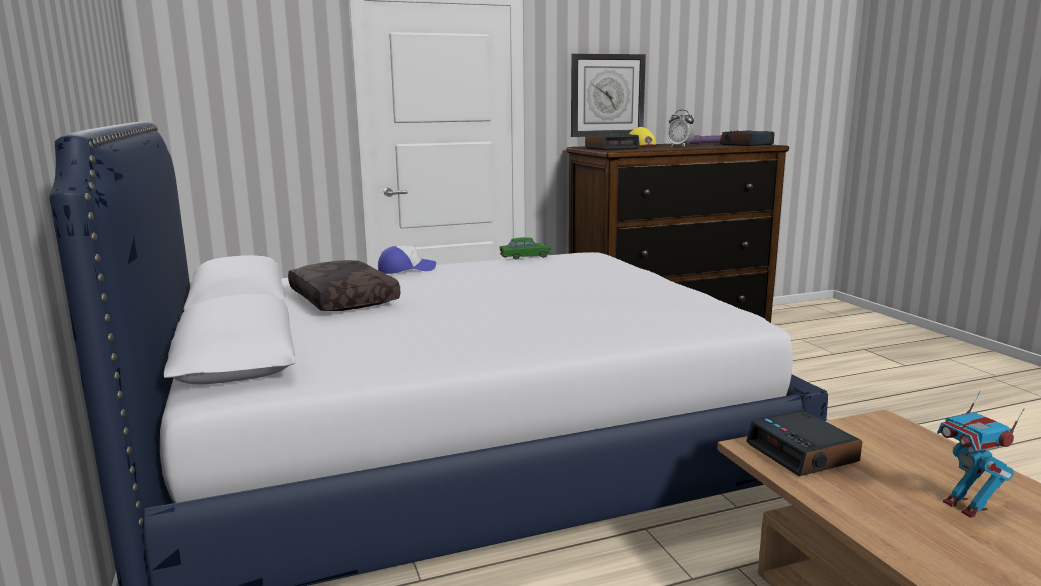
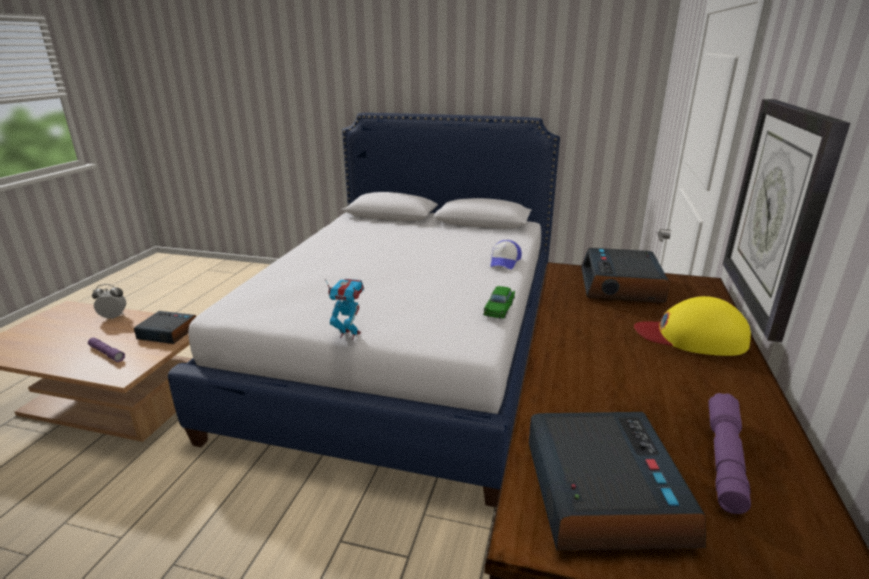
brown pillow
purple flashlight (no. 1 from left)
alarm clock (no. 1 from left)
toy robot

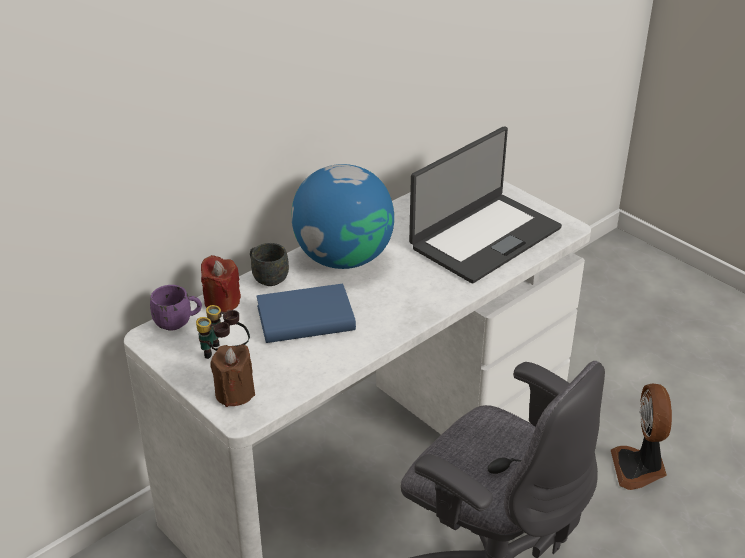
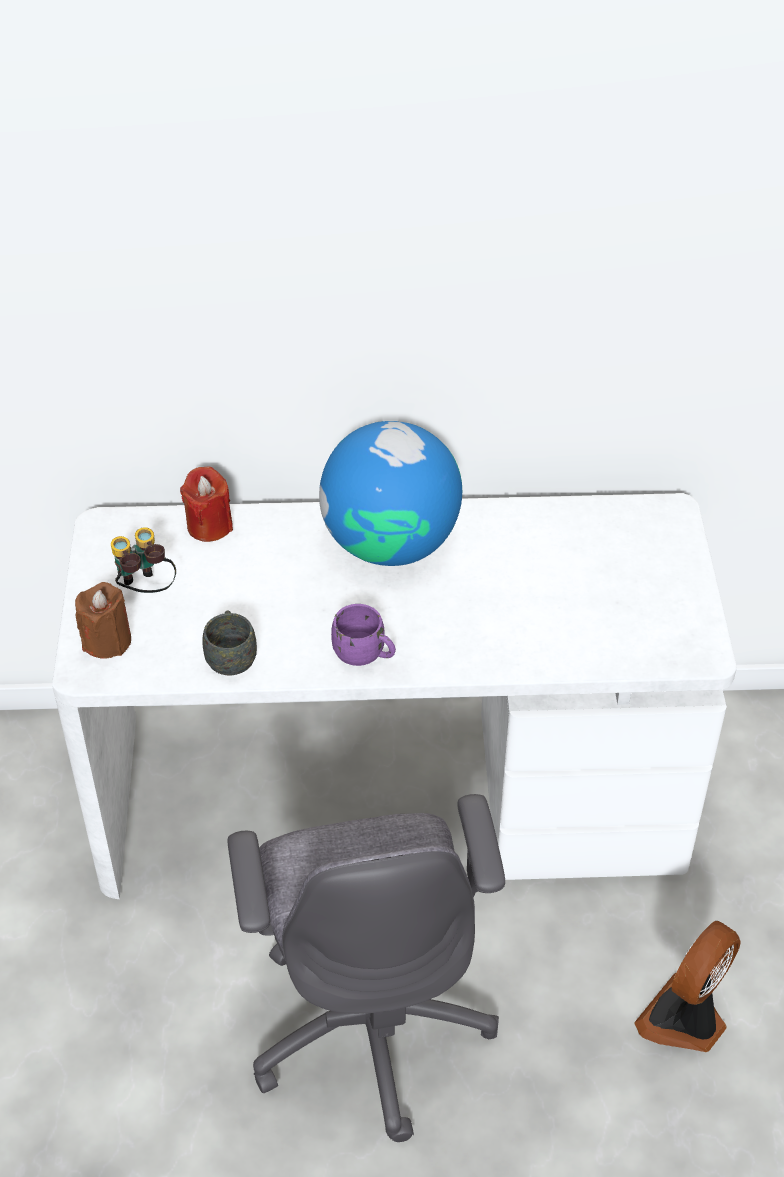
blue book
laptop
purple mug
grey mug

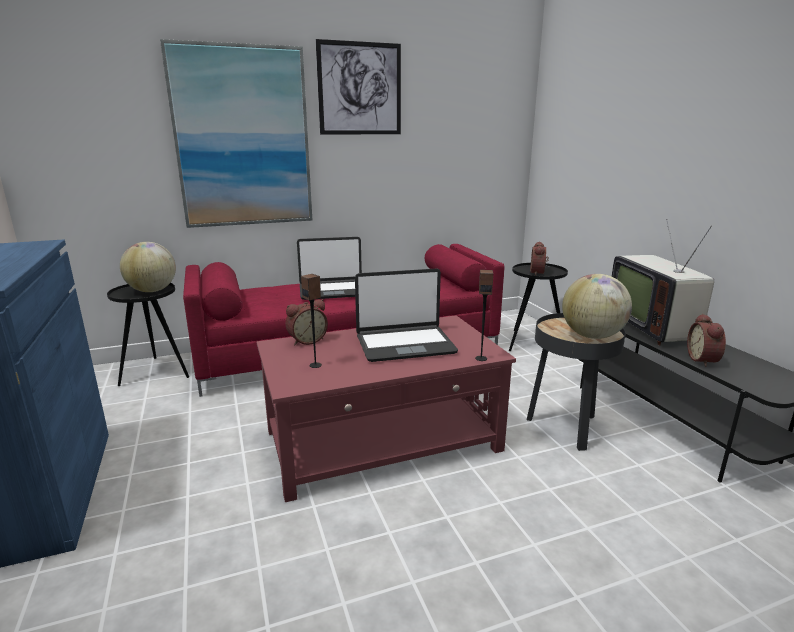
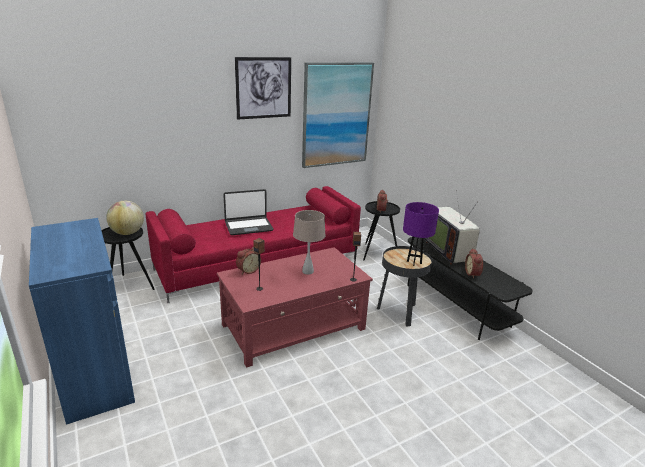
picture (no. 2 from left)
beige table lamp
purple table lamp

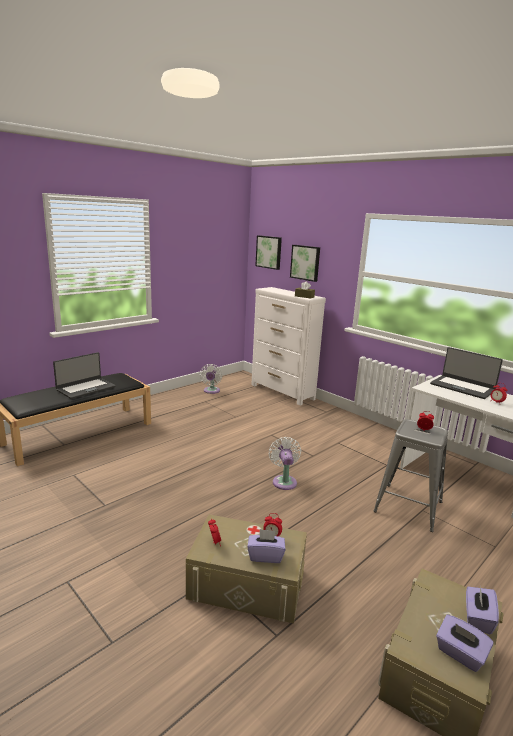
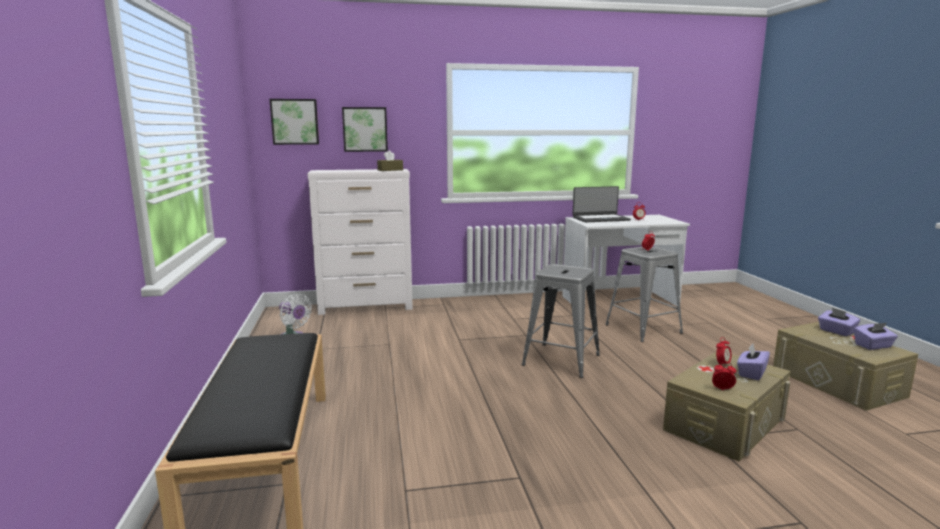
laptop (no. 1 from left in the first image)
grey stool (no. 1 from left)

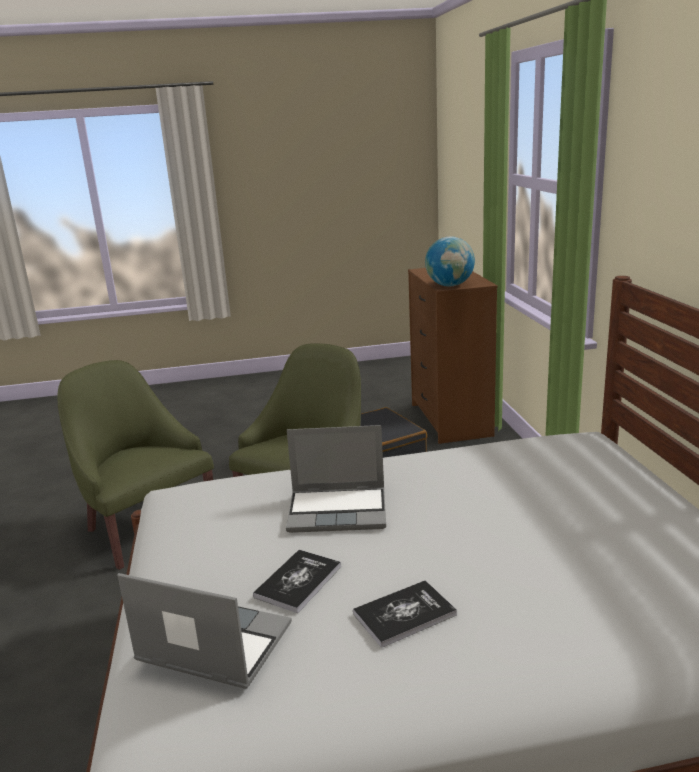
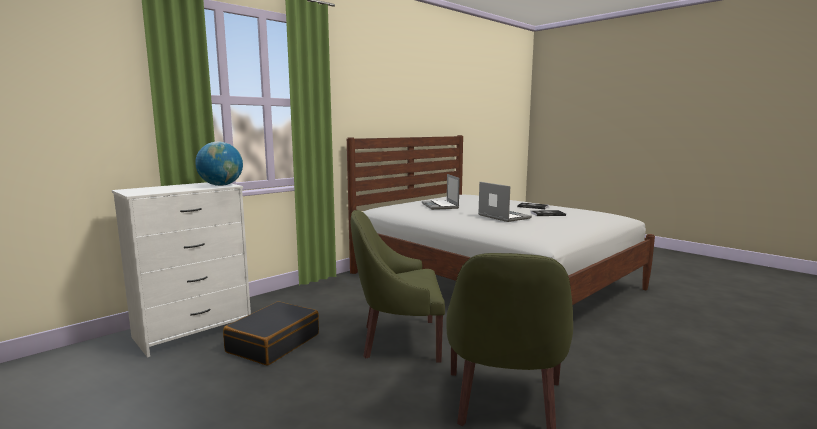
laptop (no. 1 from left)
white dresser

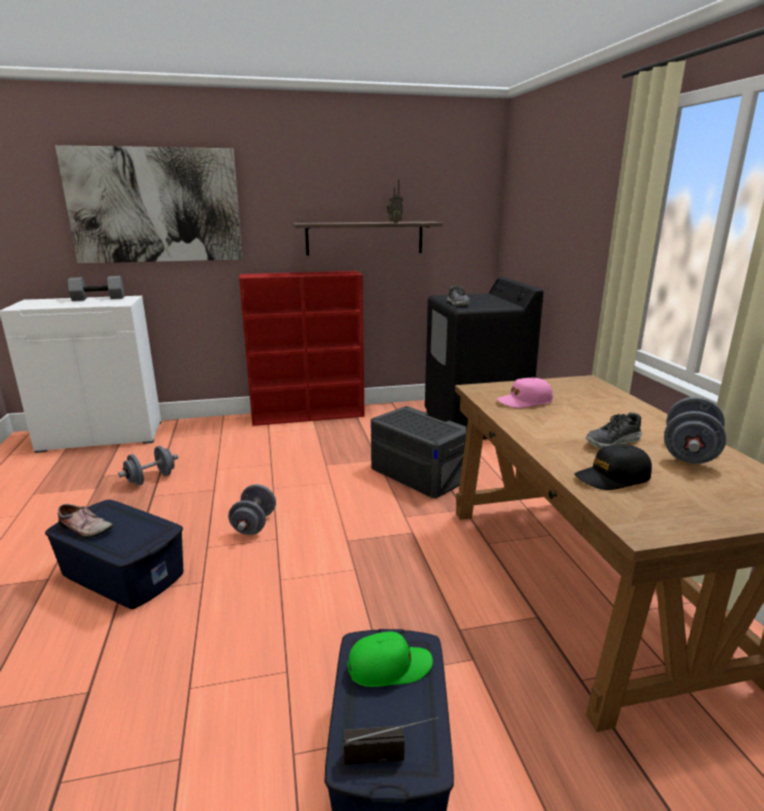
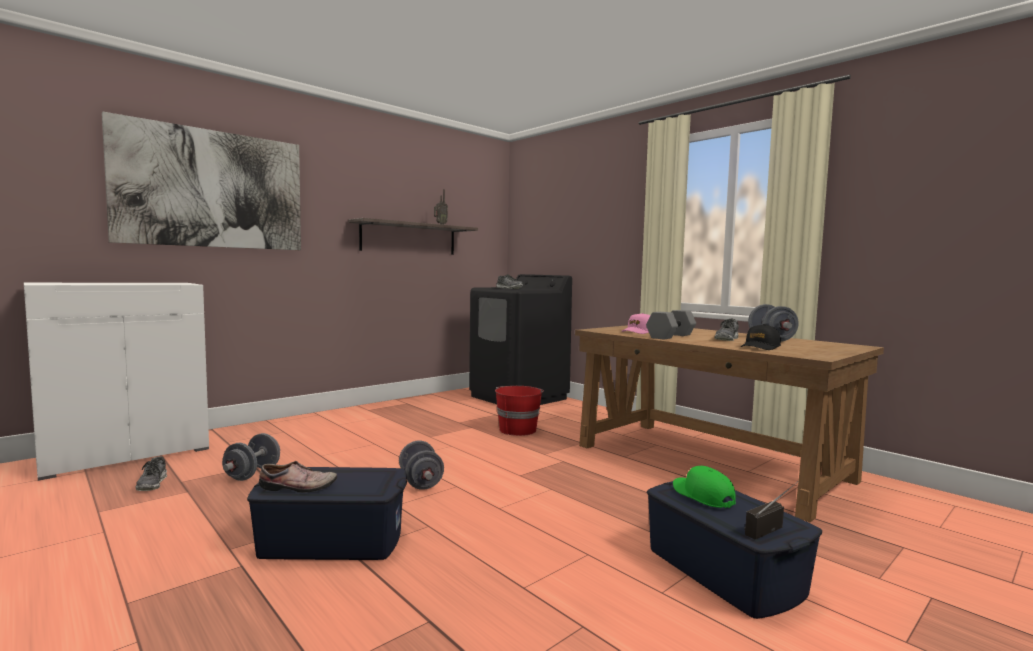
red bookcase
shoe (no. 1 from left)
grey dumbbell (no. 3 from left)
red bucket
green cap

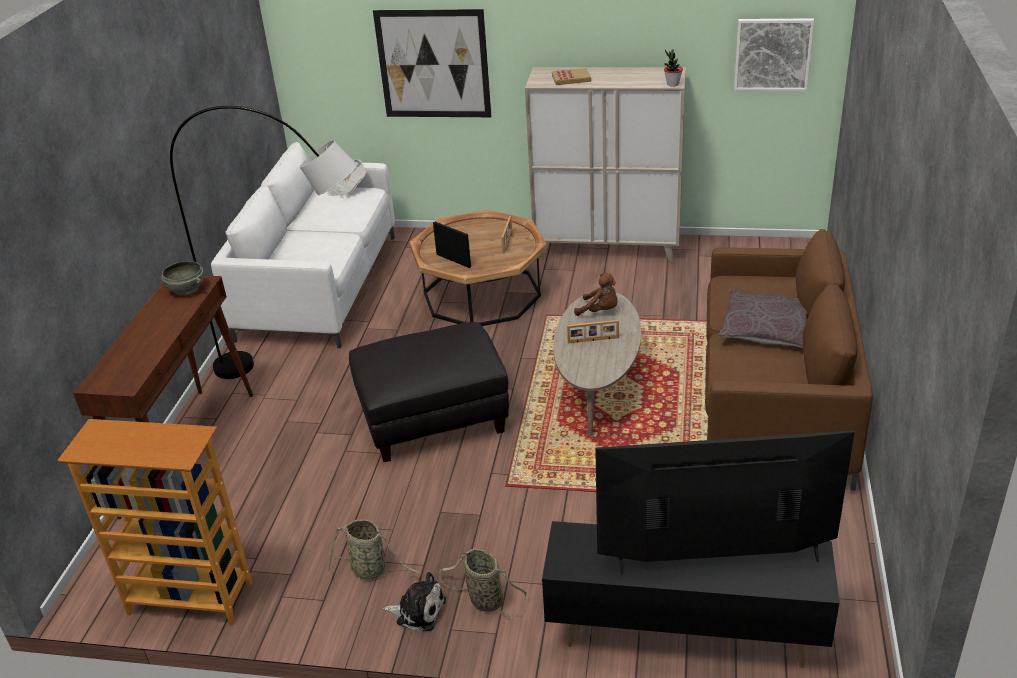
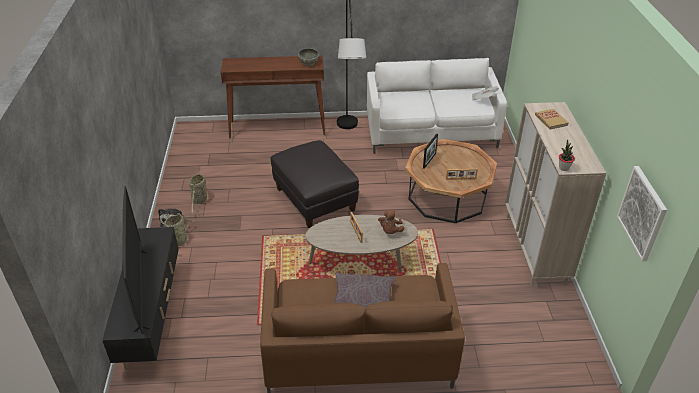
bookcase
picture (no. 1 from left in the first image)

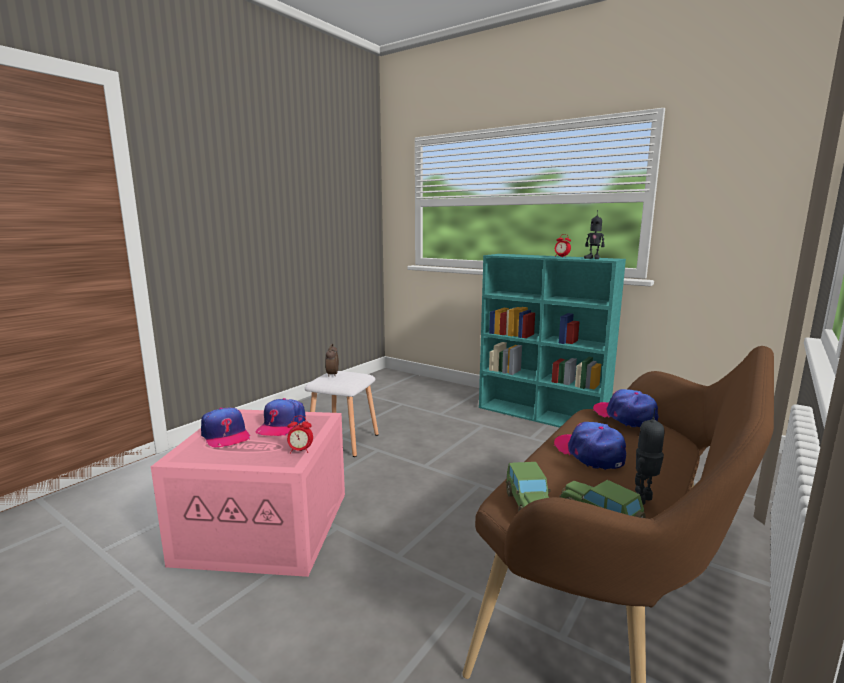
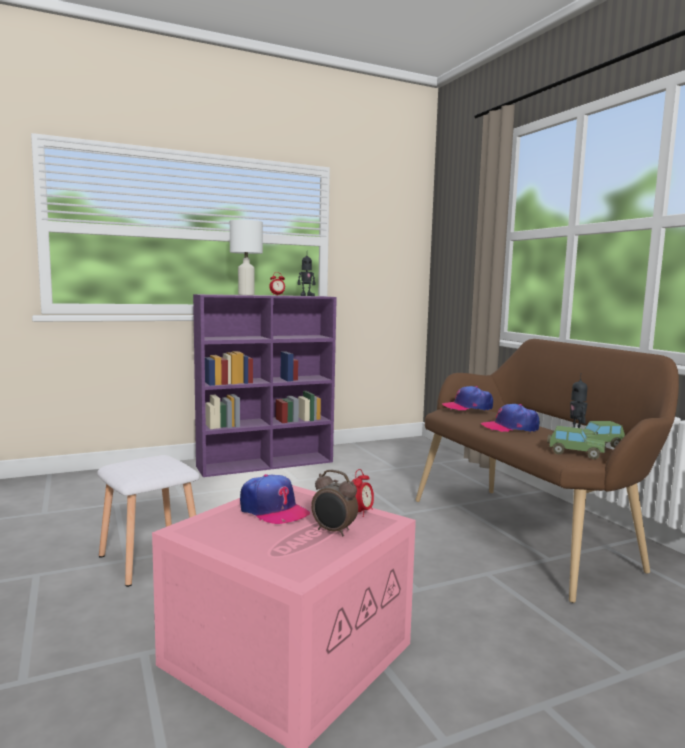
cap (no. 1 from left in the first image)
white table lamp
alarm clock (no. 2 from left)
purple bookcase

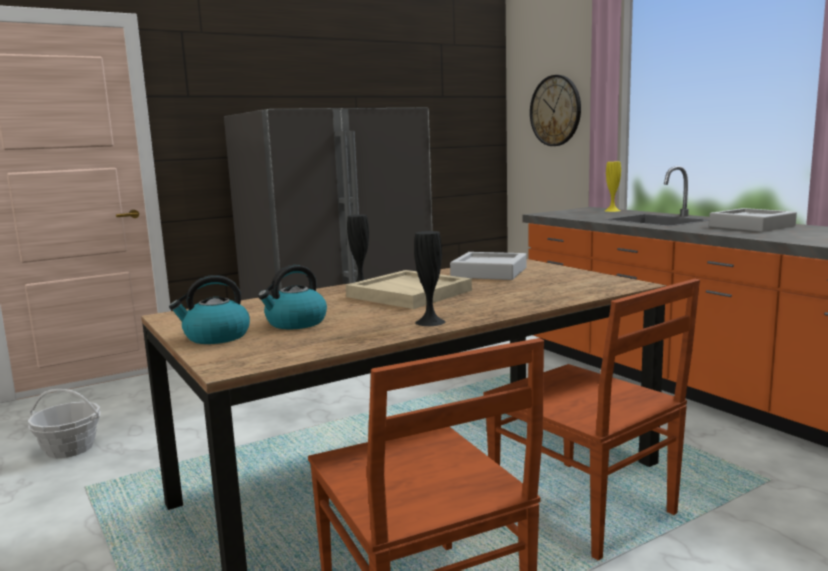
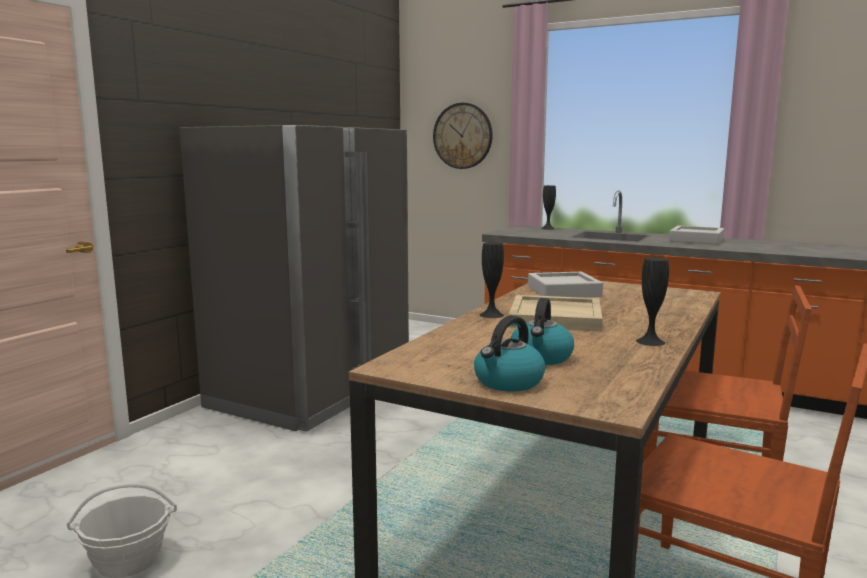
black vase (no. 2 from left)

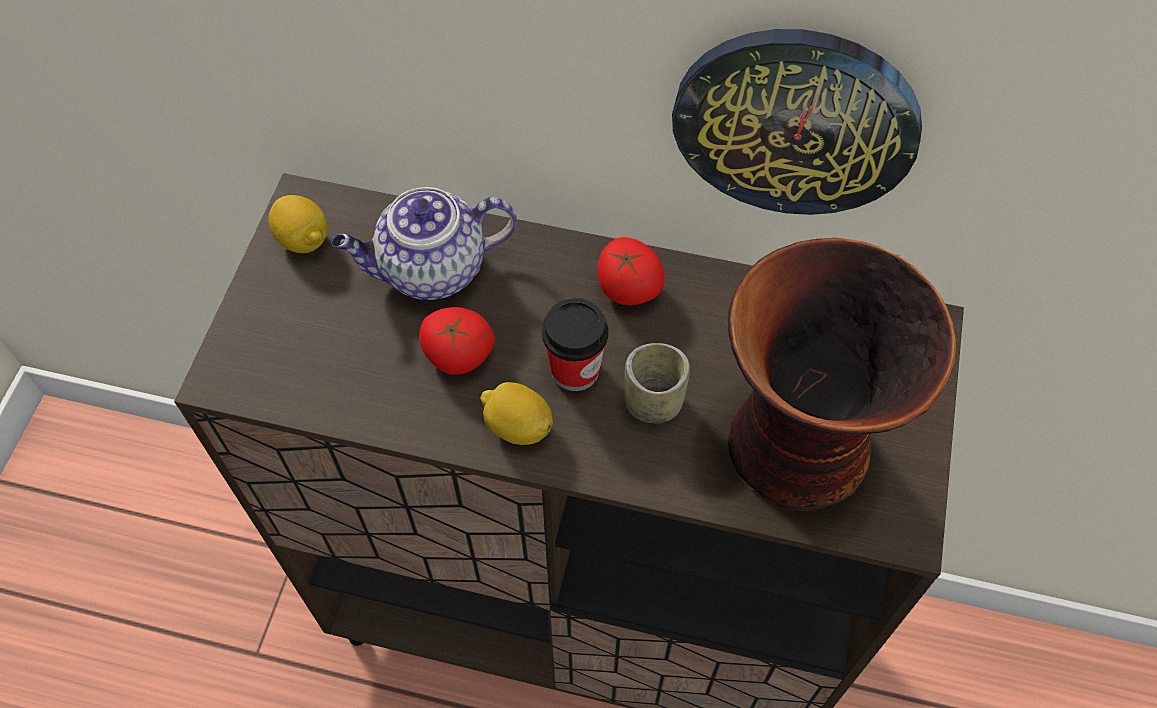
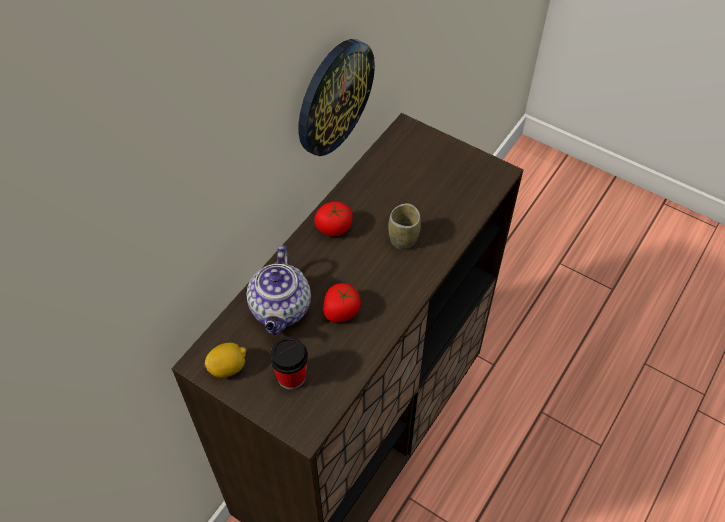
lemon (no. 2 from left in the first image)
vase
cup (no. 1 from left)

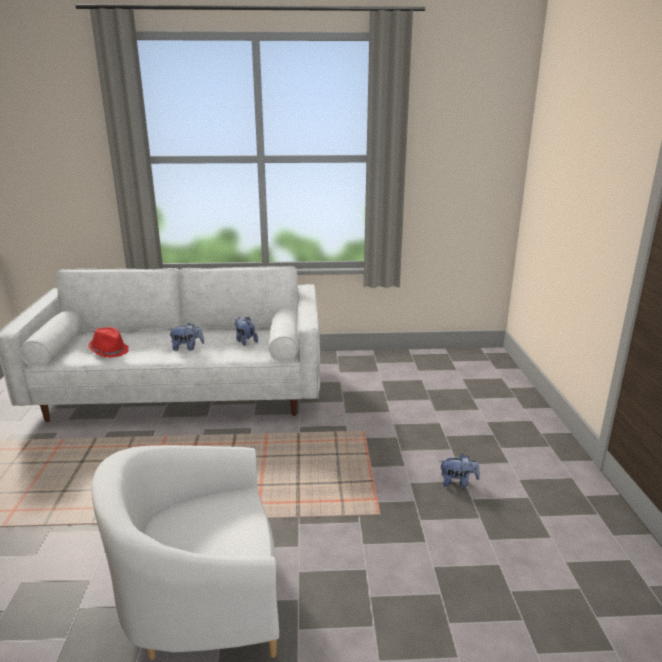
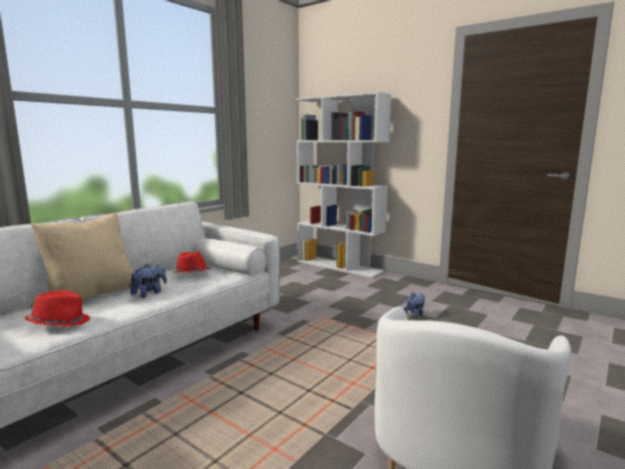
beige pillow
white bookcase
red hat (no. 2 from left)

